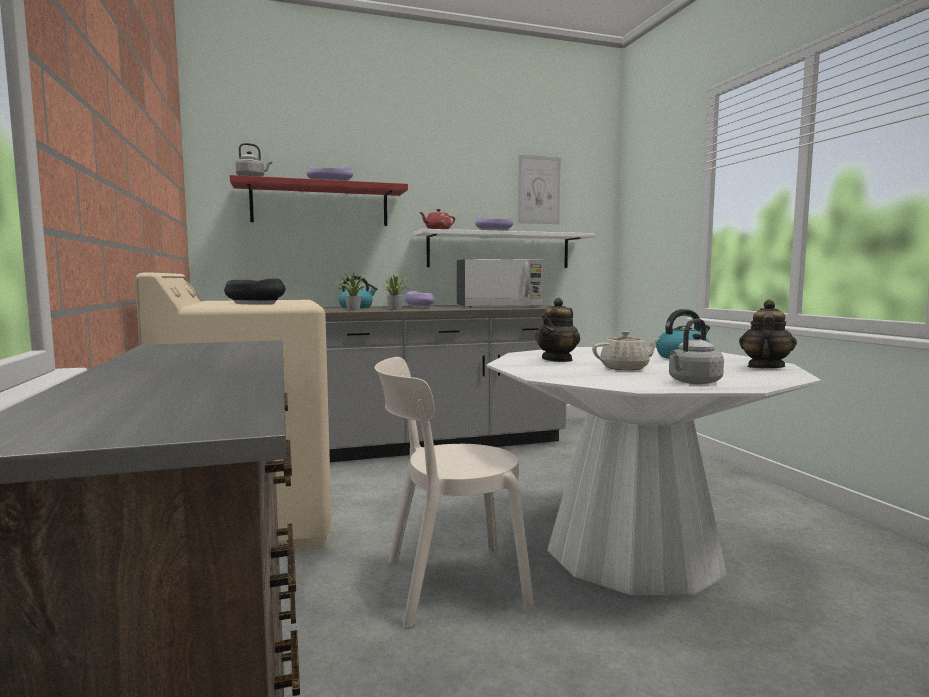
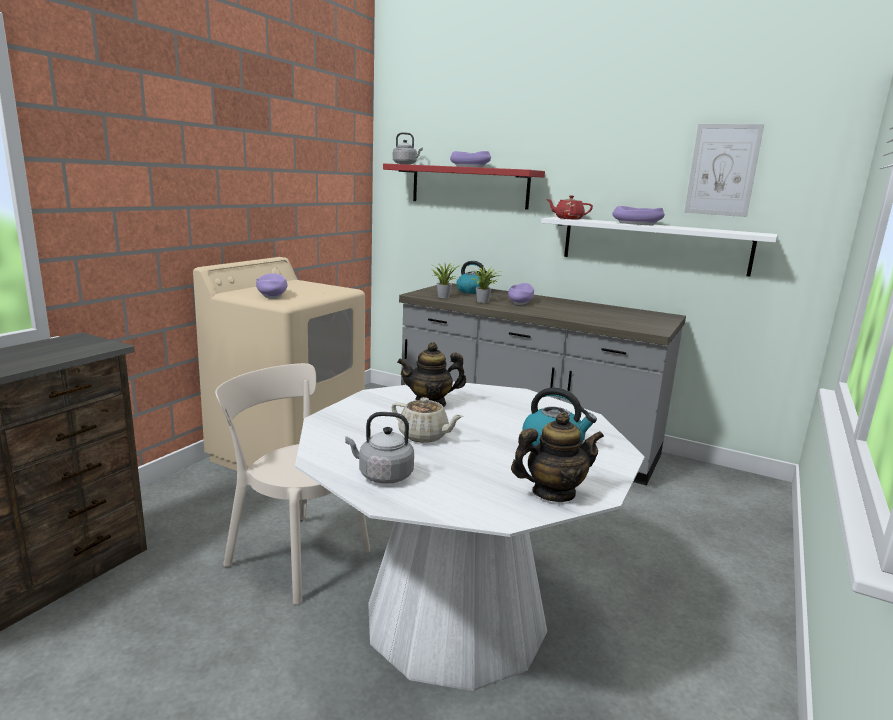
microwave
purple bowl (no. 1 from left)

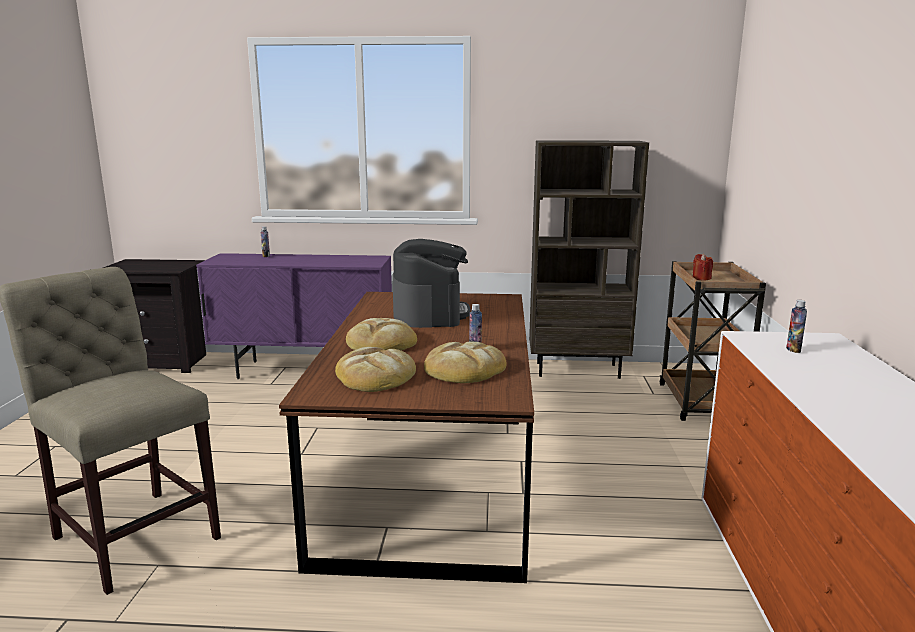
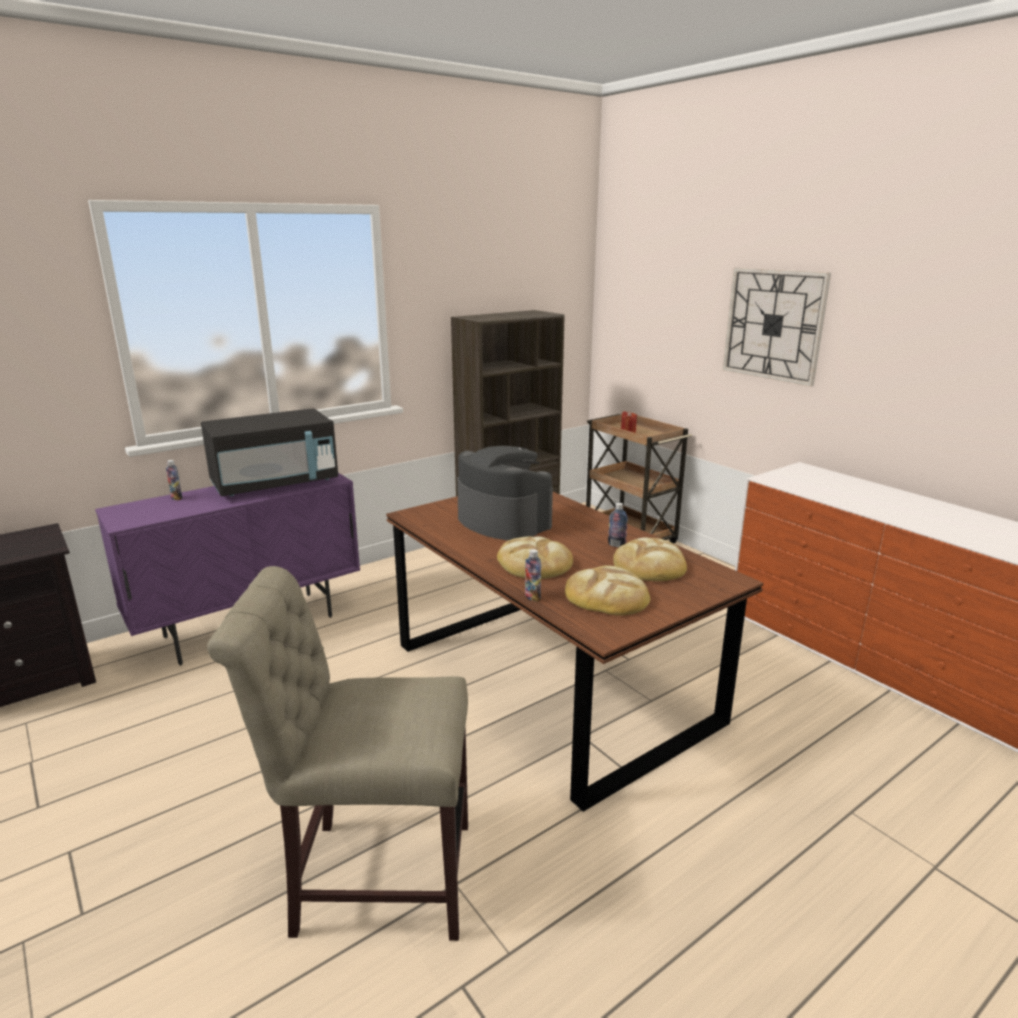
black microwave
wall clock
bottle (no. 2 from left)

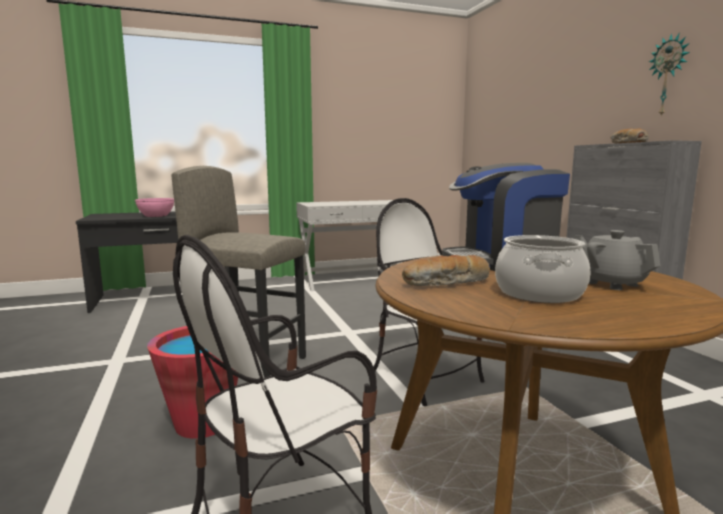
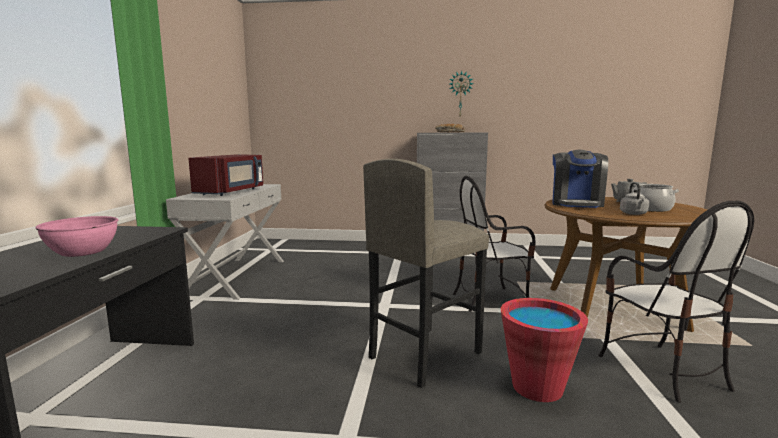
red microwave
grey kettle

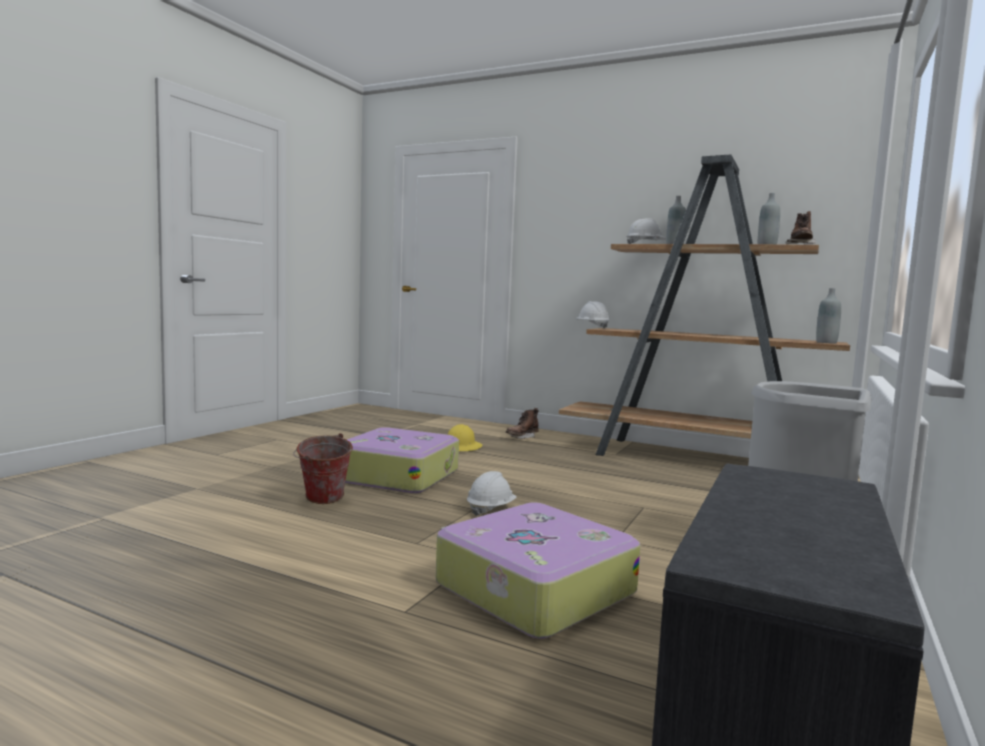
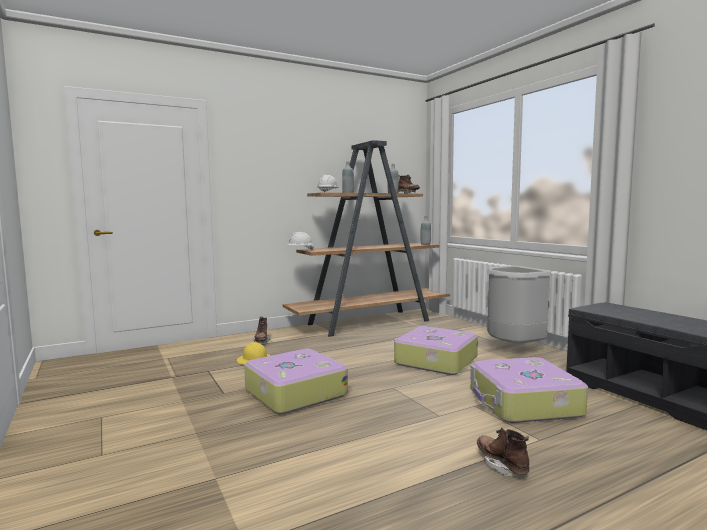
bucket
white hard hat (no. 1 from left in the first image)
suitcase (no. 2 from left)
brown boot (no. 3 from left)

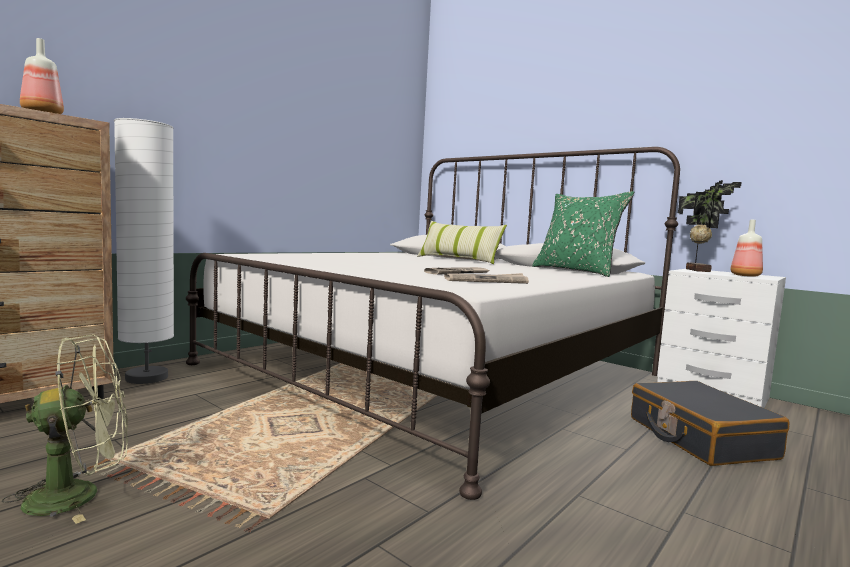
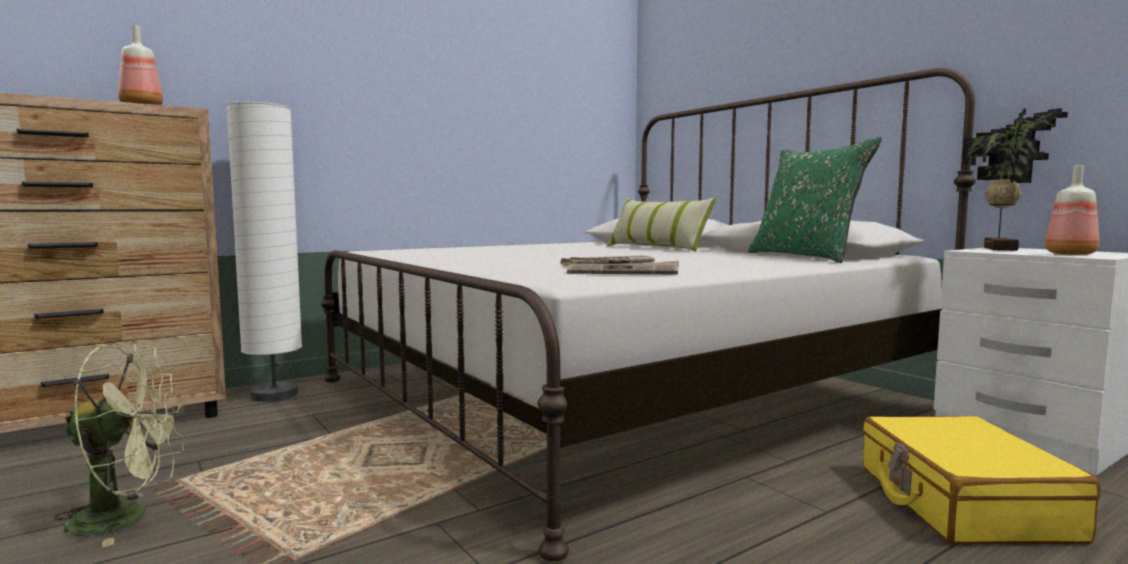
yellow suitcase

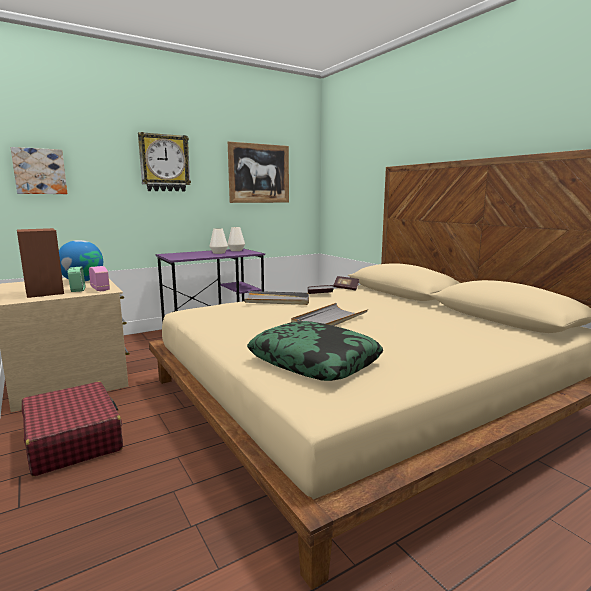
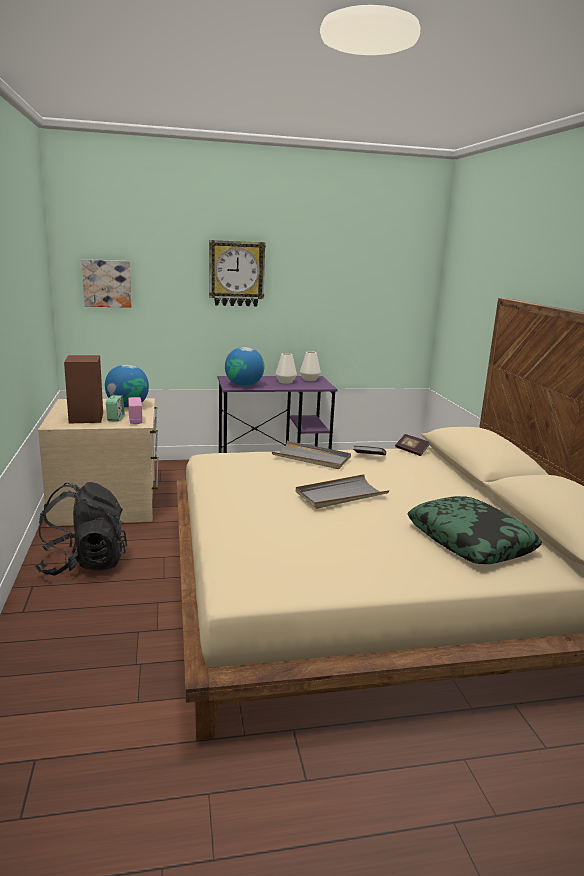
picture (no. 2 from left in the first image)
globe (no. 2 from left)
pillow
black backpack

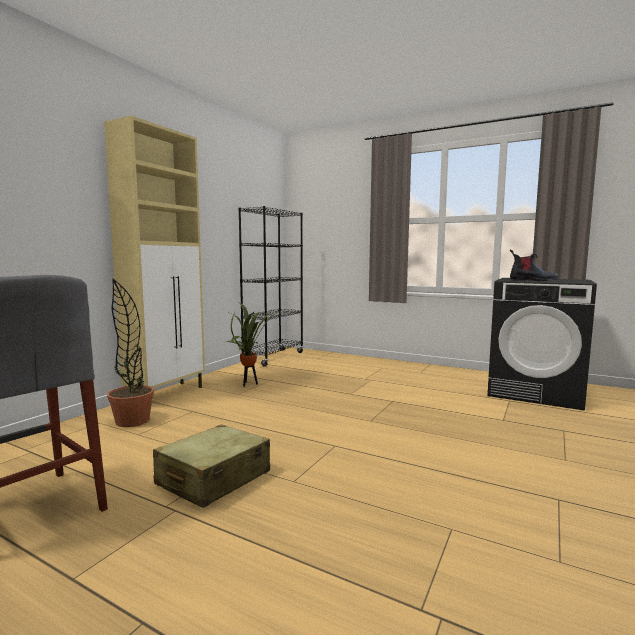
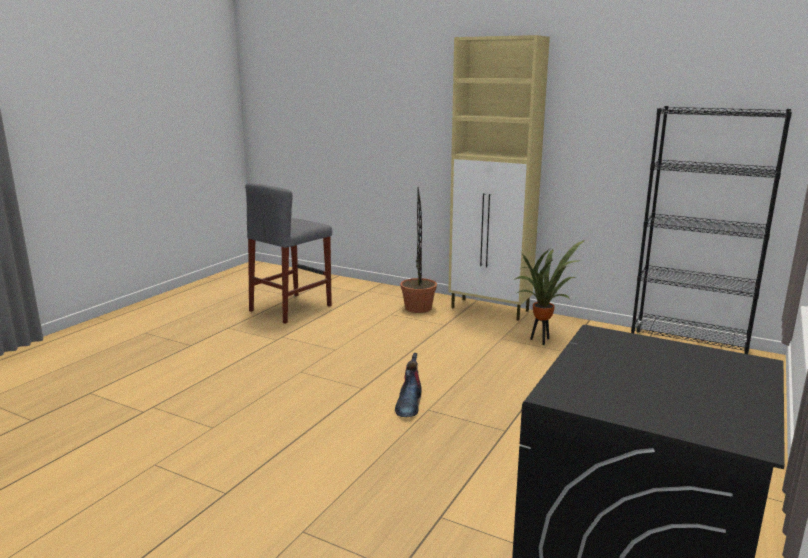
beige suitcase
boot

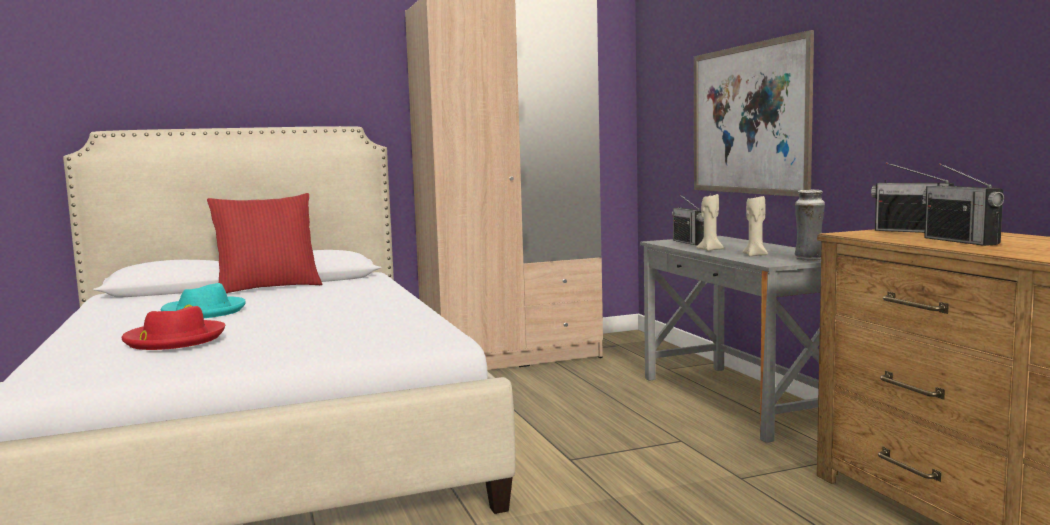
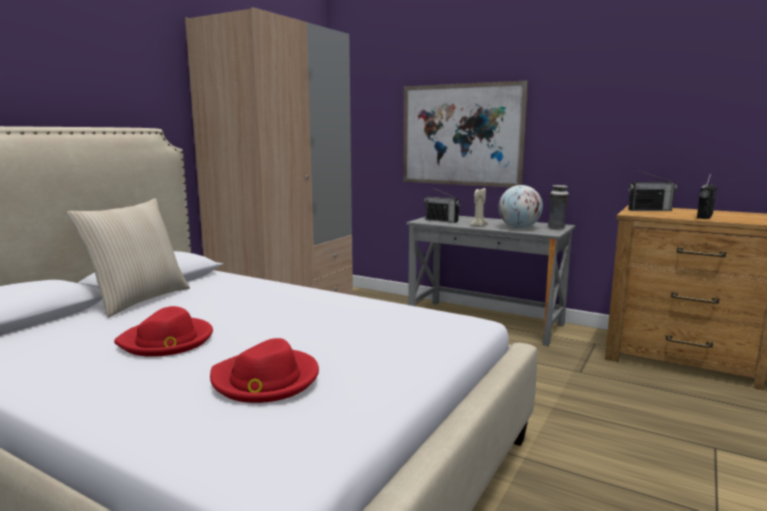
globe
red hat (no. 1 from left)
beige pillow
radio (no. 3 from left)

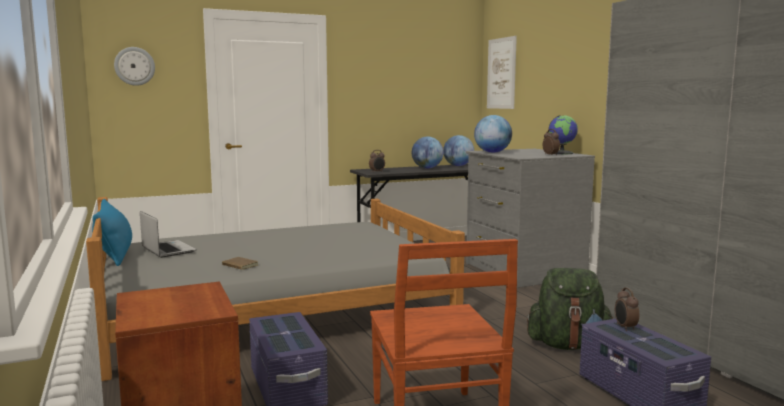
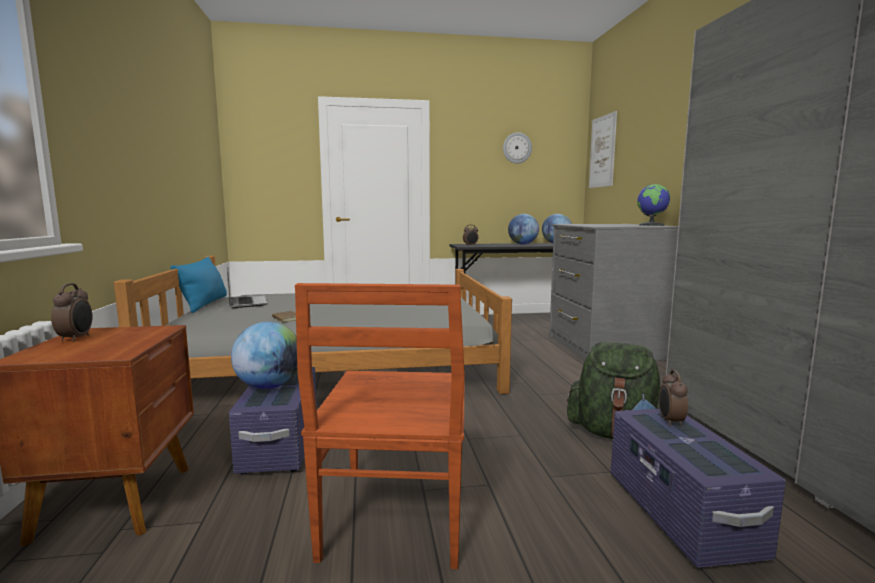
wall clock
globe (no. 1 from left)
alarm clock (no. 1 from left)

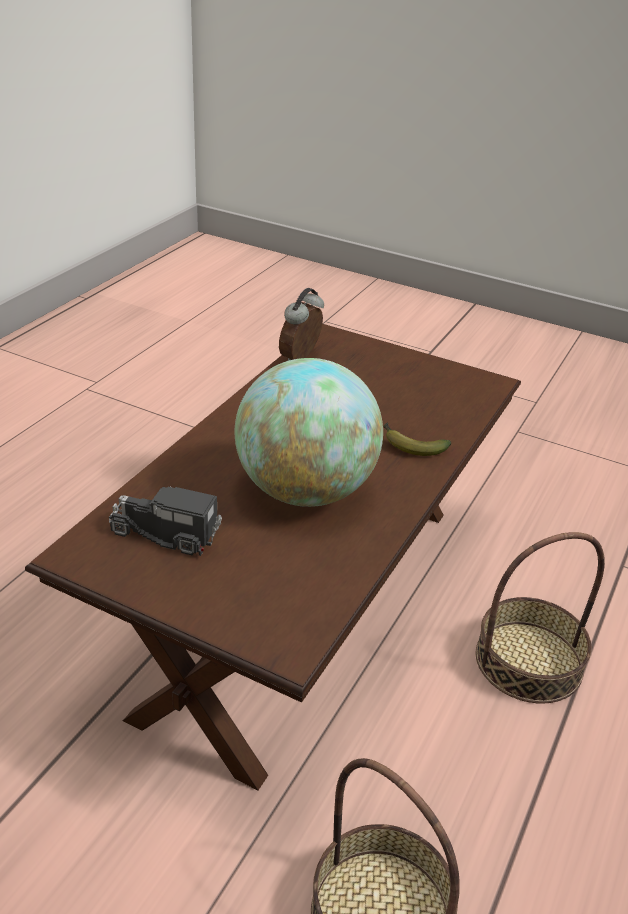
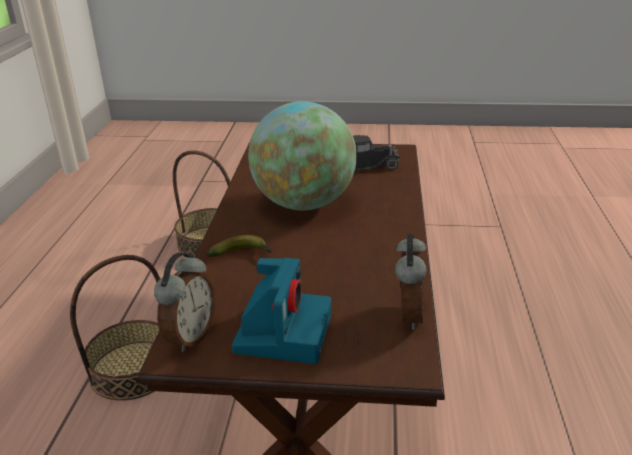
alarm clock (no. 1 from left)
photo camera

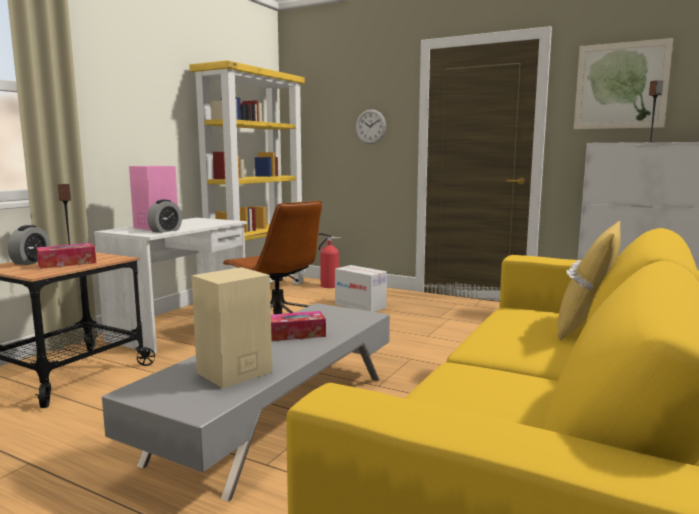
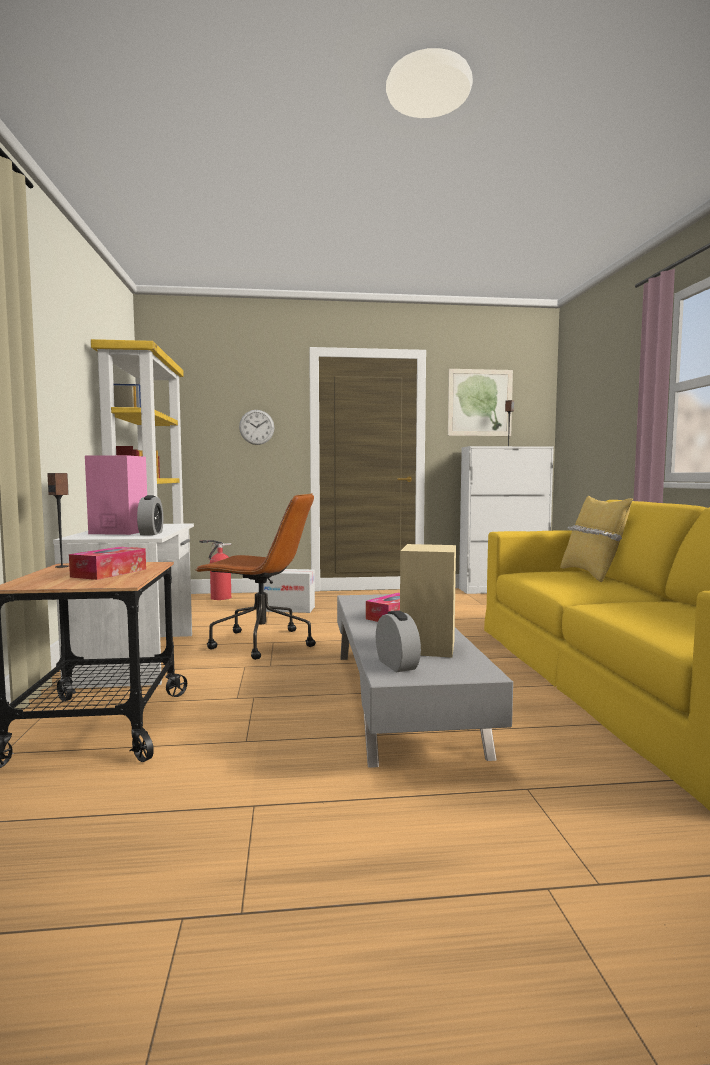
alarm clock (no. 2 from left)

